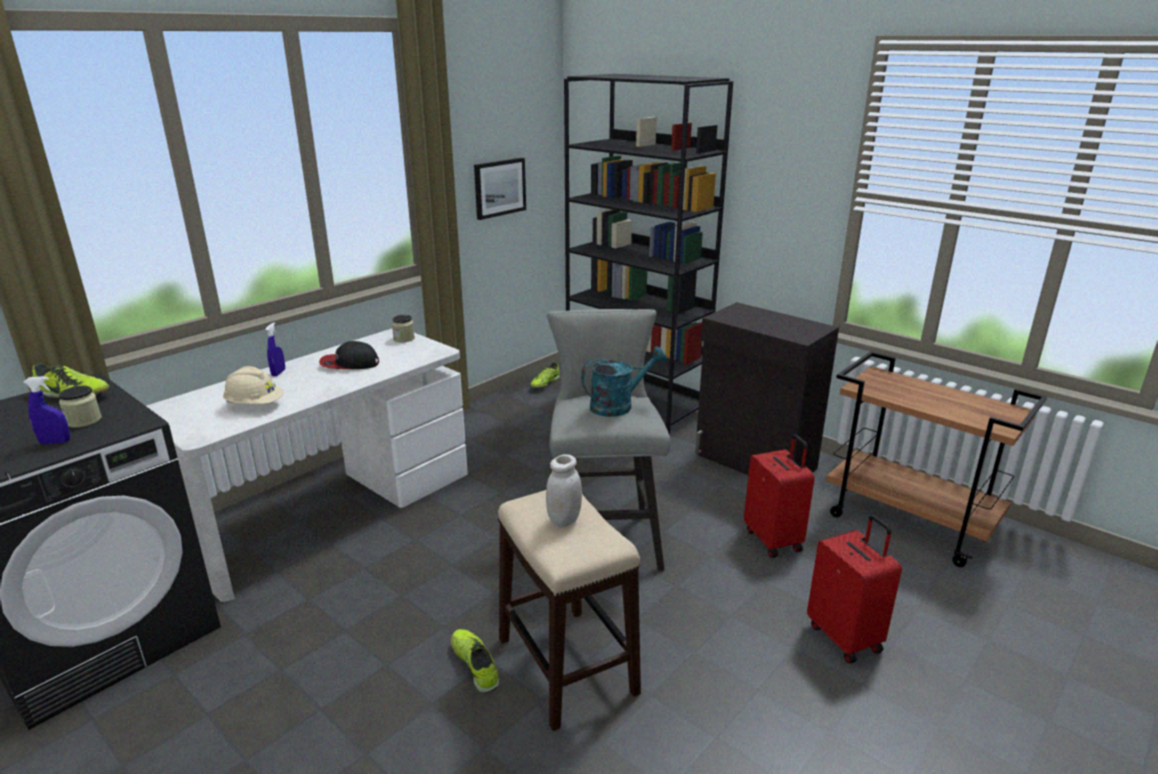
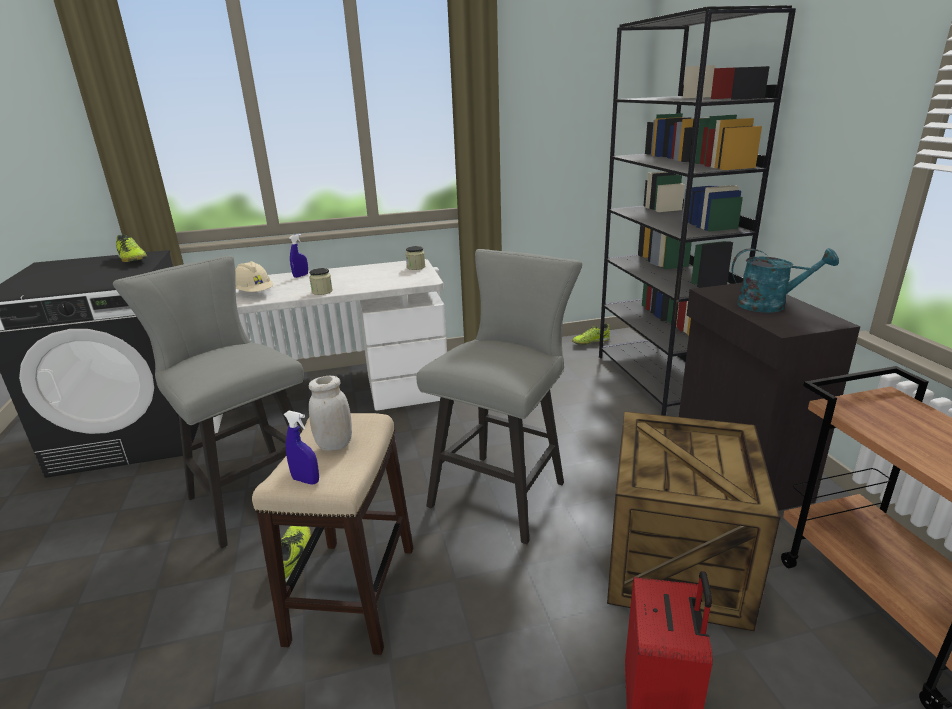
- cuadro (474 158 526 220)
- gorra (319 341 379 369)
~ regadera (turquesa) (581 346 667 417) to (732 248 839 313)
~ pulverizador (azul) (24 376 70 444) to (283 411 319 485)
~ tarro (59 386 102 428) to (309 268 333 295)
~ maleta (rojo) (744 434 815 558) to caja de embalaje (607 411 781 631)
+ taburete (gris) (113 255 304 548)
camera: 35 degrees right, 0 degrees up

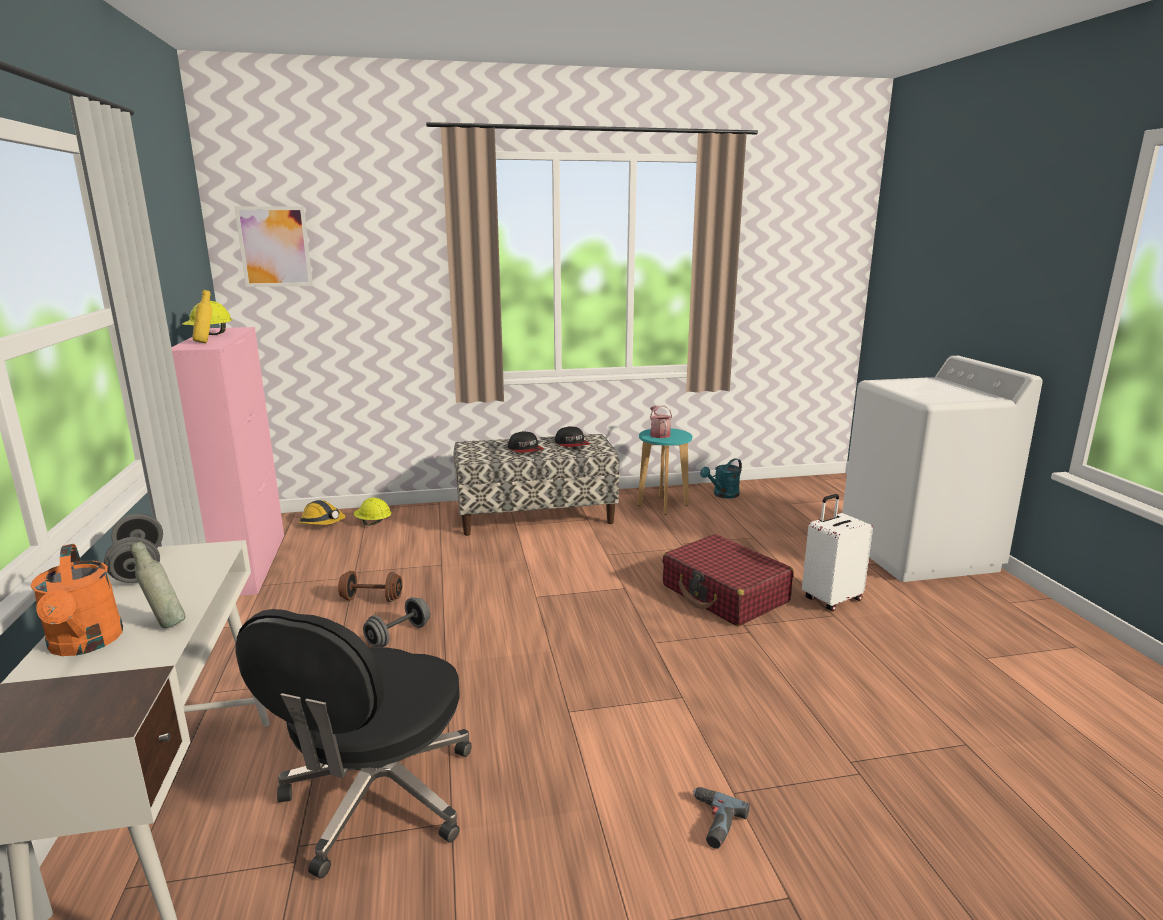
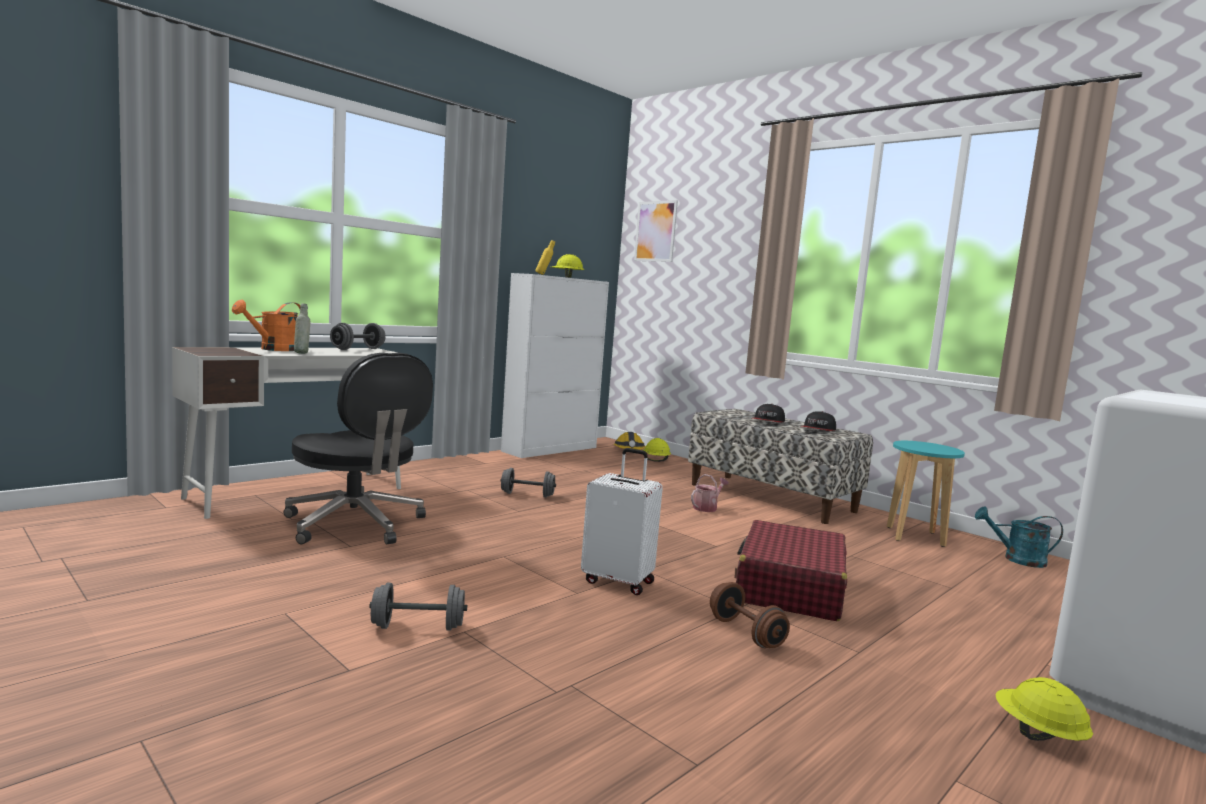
~ armario (rosa) (171 327 284 596) to armario (blanco) (501 273 609 458)
~ regadera (650 406 672 438) to (691 474 729 512)
~ maleta (blanco) (802 494 873 611) to (581 448 663 595)
~ mancuerna (marrón) (338 571 402 602) to (710 582 790 648)
~ silla de oficina (negro) (235 609 472 879) = (284 353 433 545) 120 degrees counterclockwise
~ taladro (693 787 750 849) to mancuerna (gris) (369 583 467 631)
+ casco (amarillo) (996 677 1093 741)
camera: 55 degrees right, 10 degrees down

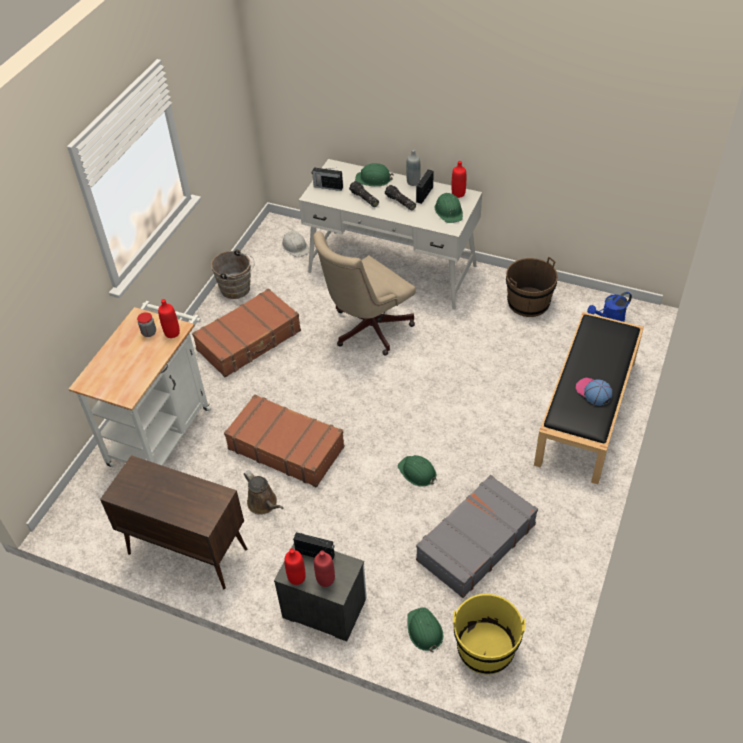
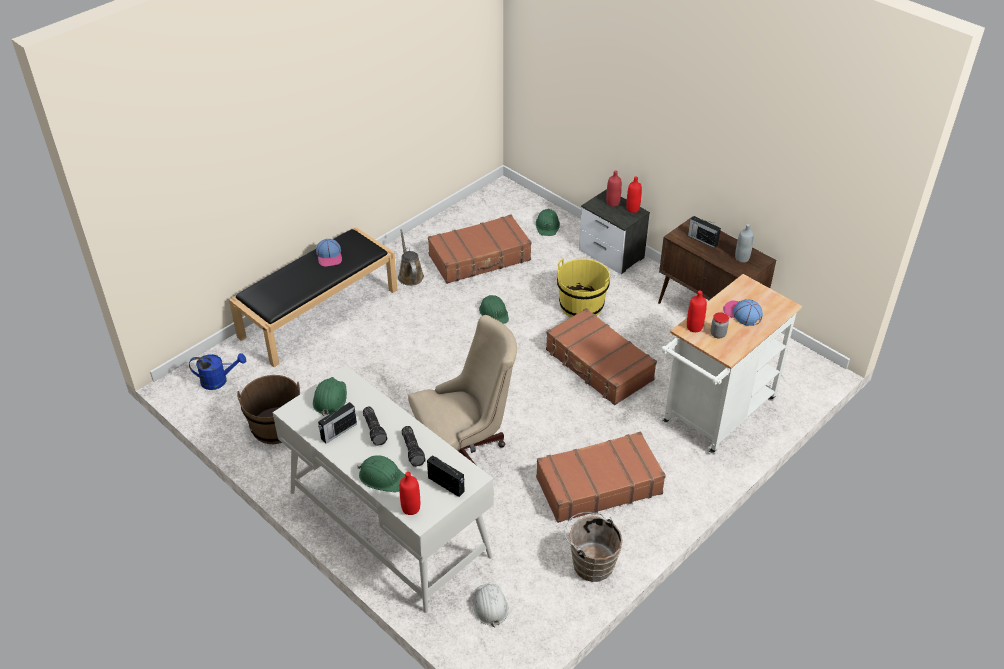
~ botella (gris) (406 149 421 186) to (735 224 754 263)
~ botella (rojo) (452 161 466 198) to (399 472 420 515)
~ regadera (marrón) (244 470 283 515) to (398 229 424 286)
~ maleta (gris) (416 475 538 598) to maleta (marrón) (428 215 531 284)
~ radio (293 532 335 560) to (688 216 721 248)
~ cubo (amarillo) (453 594 526 674) to (557 258 610 317)
+ gorra (723 299 763 326)
camera: 160 degrees left, 5 degrees down

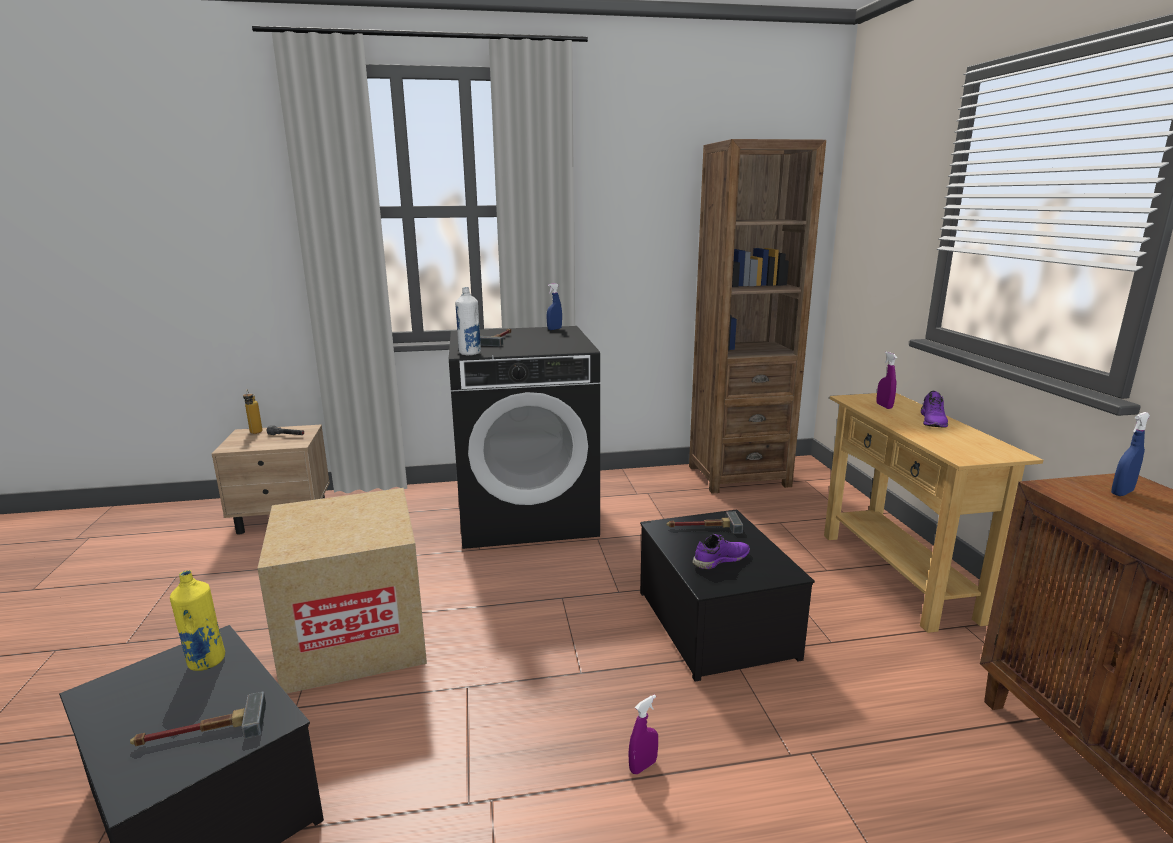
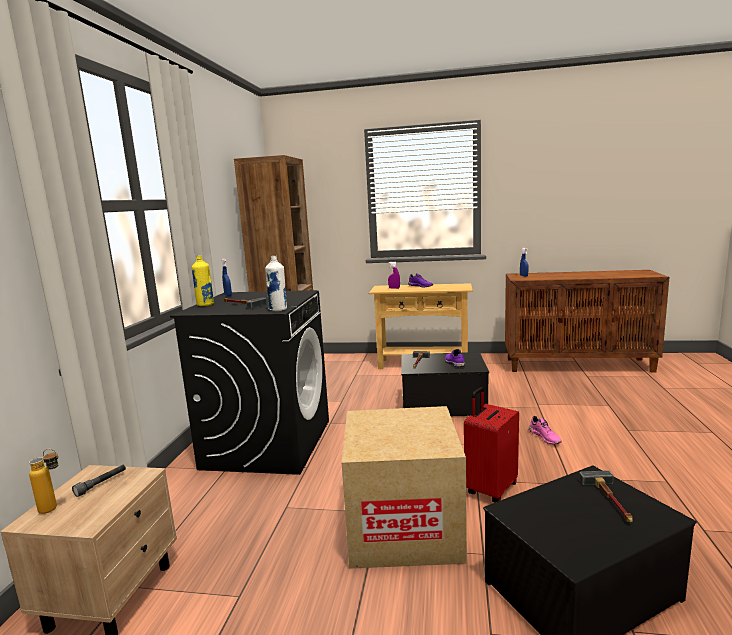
~ botella (amarillo) (170 570 225 671) to (192 255 214 306)
~ pulverizador (morado) (628 694 658 774) to zapato (rosa) (529 416 561 444)
+ maleta (rojo) (464 387 519 502)
camera: 70 degrees left, 5 degrees down

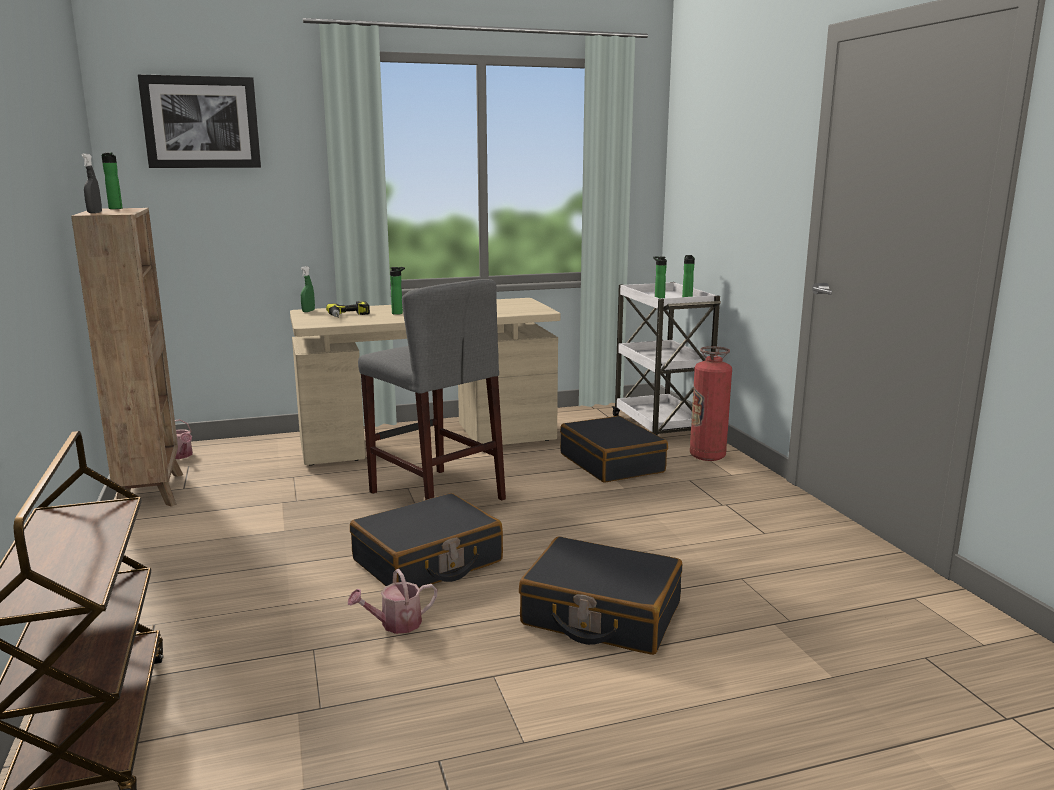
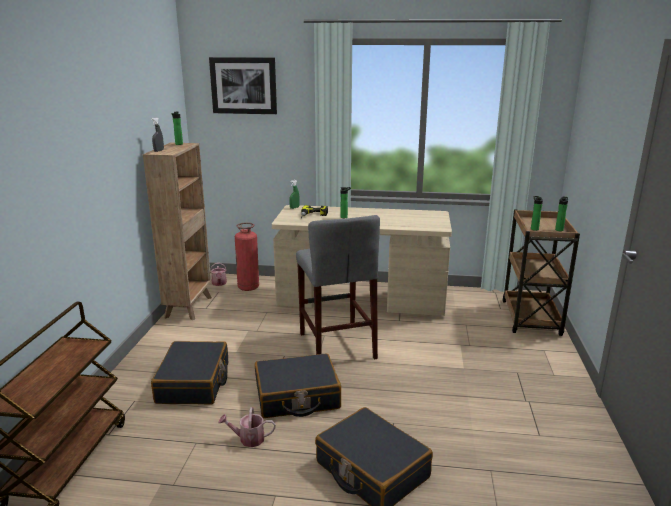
~ carrito (blanco) (612 282 721 435) to carrito (marrón) (502 209 580 336)
~ extintor (690 346 732 461) to (235 222 259 291)
~ maleta (negro) (560 416 668 483) to (151 341 228 405)
camera: 25 degrees right, 5 degrees up

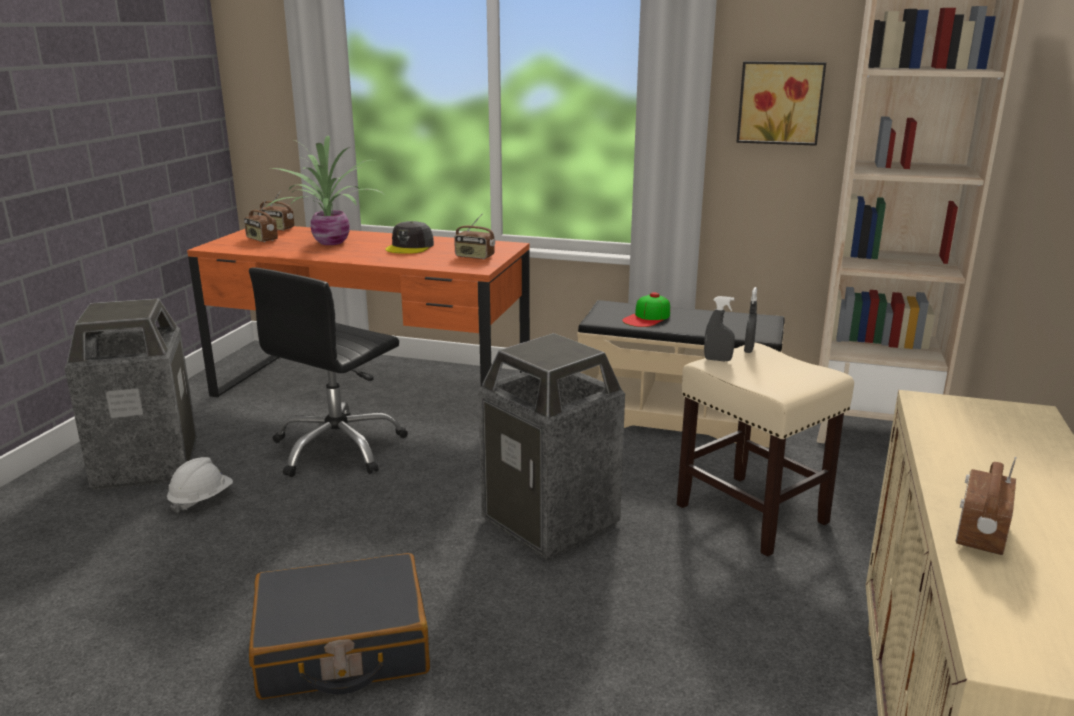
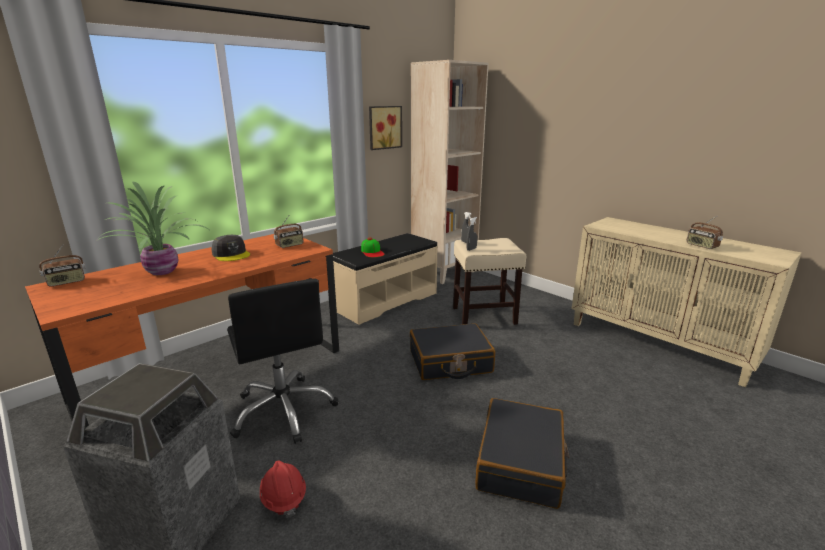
- radio (244 199 278 242)
~ papelera (478 333 625 561) to maleta (negro) (410 323 495 380)
~ casco (blanco) (167 457 233 513) to casco (rojo) (260 460 306 518)
camera: 60 degrees left, 0 degrees up

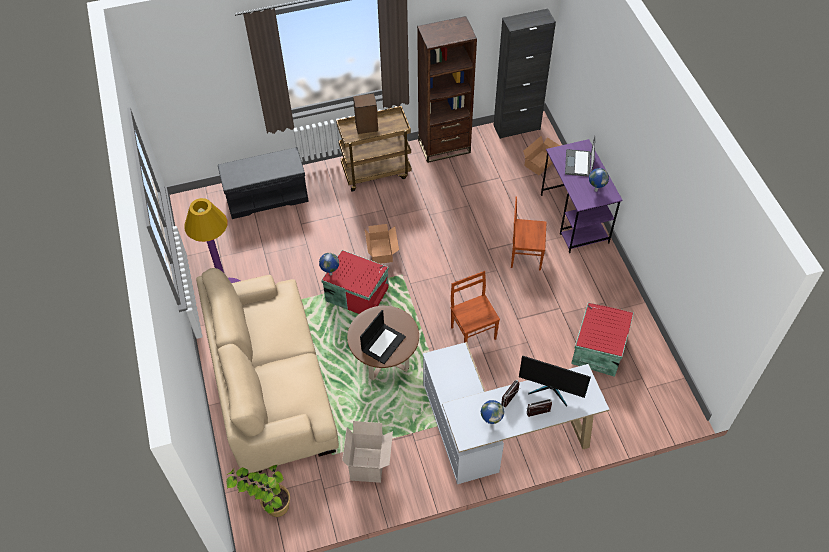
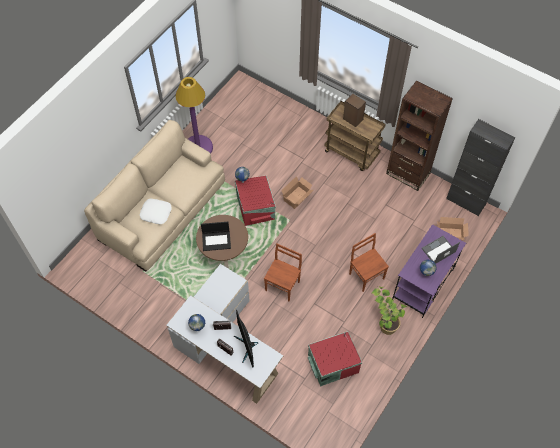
- banco (gris) (218 147 309 219)
- caja de cartón (342 421 393 483)
~ planta en maceta (226 465 290 517) to (372 286 407 335)
+ cojín (blanco) (140 198 171 224)
camera: 50 degrees right, 5 degrees up

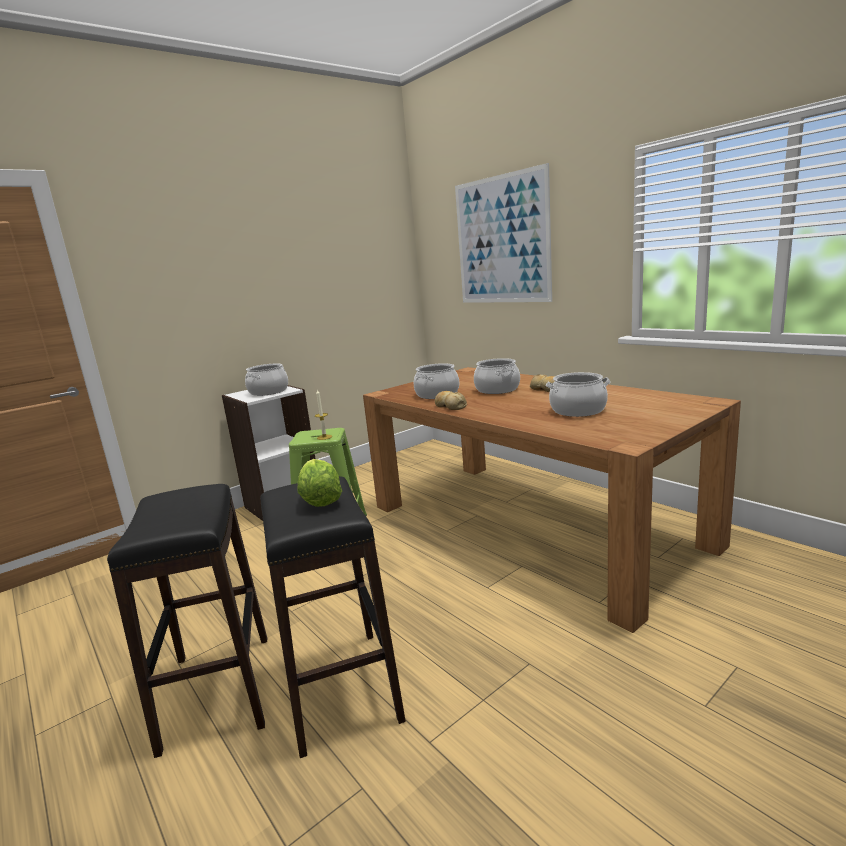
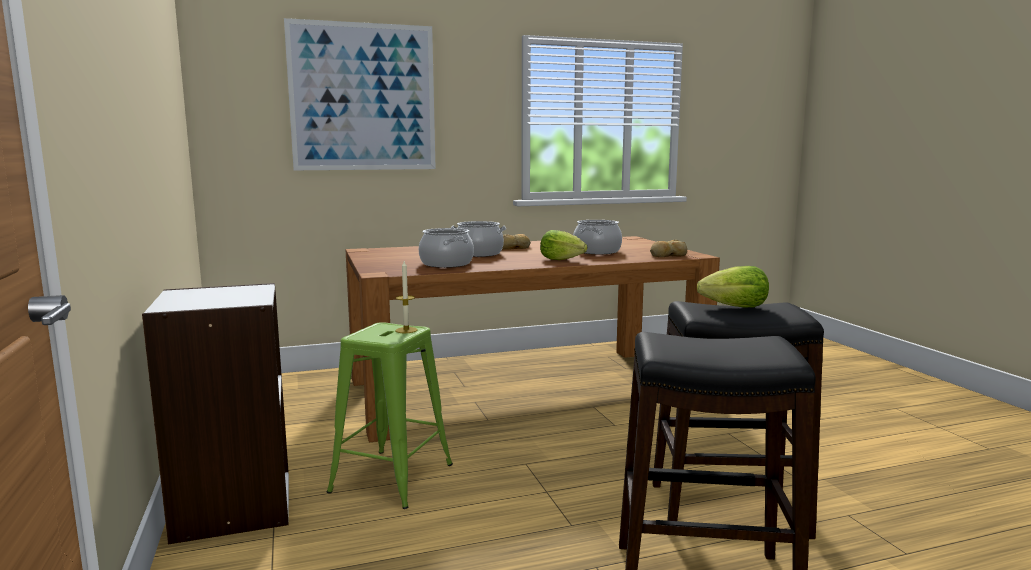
- olla (245 363 288 396)
~ pan (435 391 467 410) to (650 240 687 257)
+ lechuga (540 230 587 260)
camera: 70 degrees left, 5 degrees down

